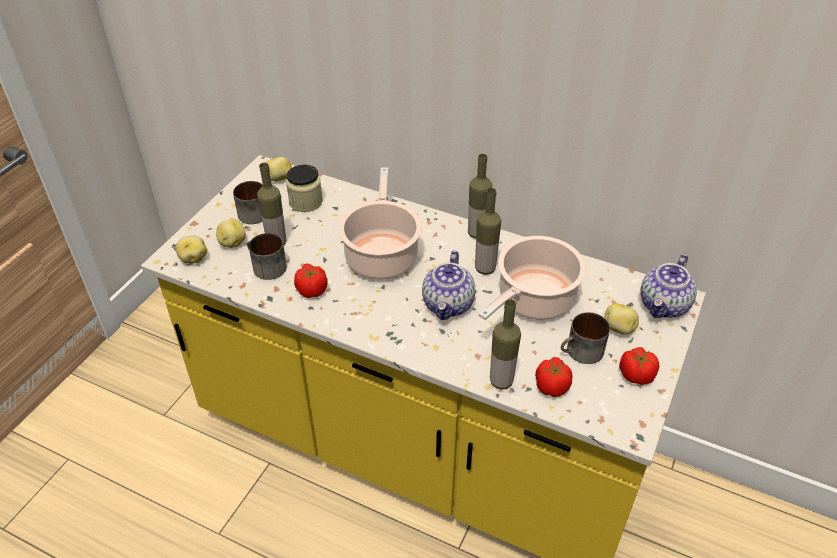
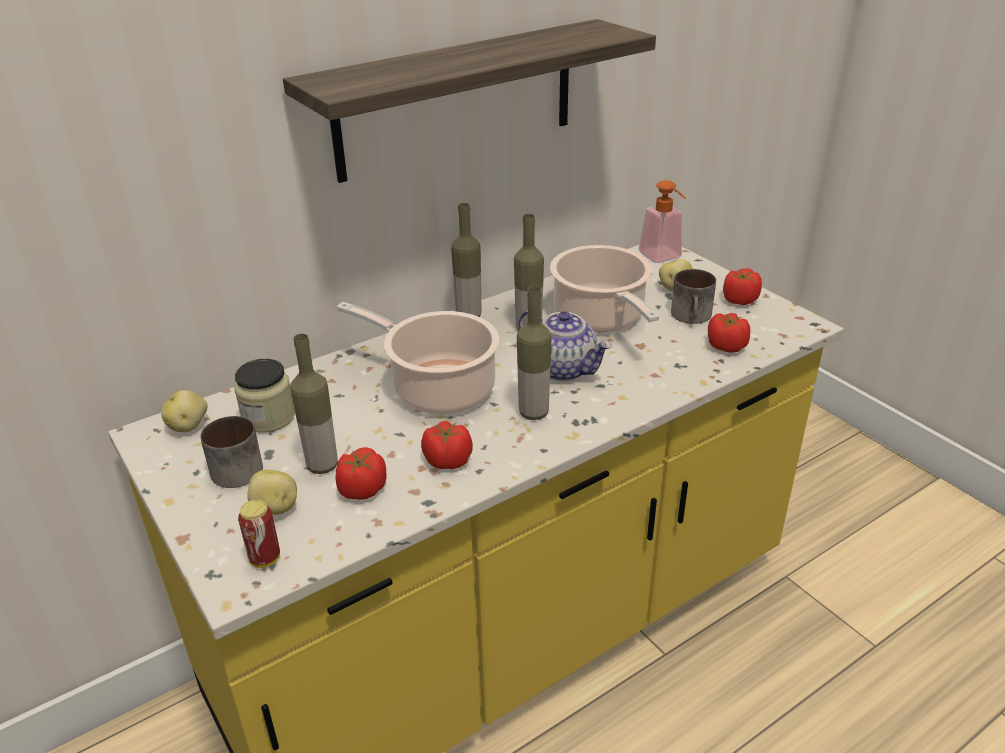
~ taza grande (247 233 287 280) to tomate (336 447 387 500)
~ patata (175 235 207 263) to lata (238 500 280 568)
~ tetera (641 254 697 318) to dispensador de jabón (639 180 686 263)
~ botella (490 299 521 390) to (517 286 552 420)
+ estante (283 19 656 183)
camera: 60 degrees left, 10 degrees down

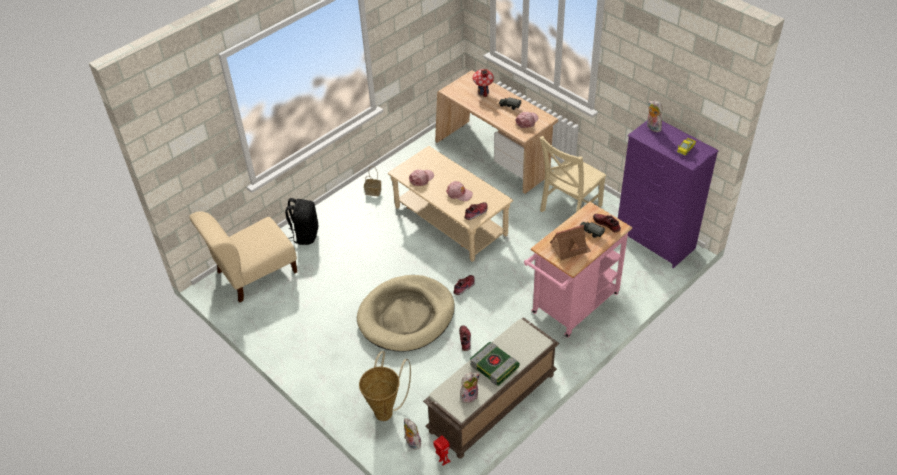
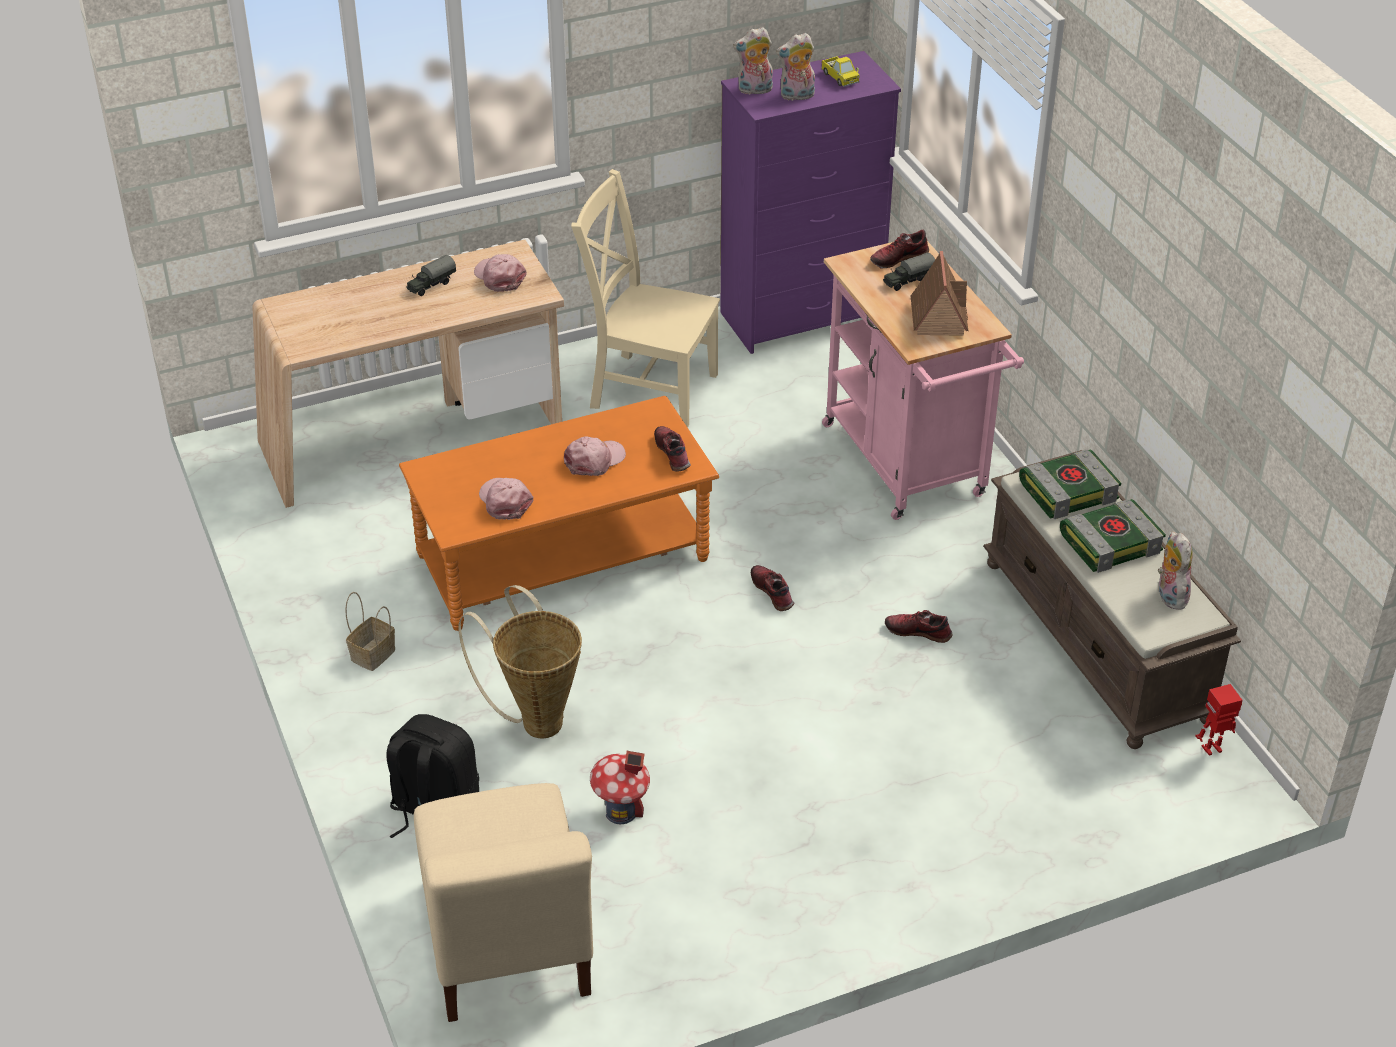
~ casita (472 69 494 97) to (590 751 650 824)
~ silla (beis) (539 136 607 212) = (571 169 720 428) 135 degrees clockwise
~ mesa de centro (beis) (388 146 513 262) to mesa de centro (naranja) (399 396 719 631)
- cama para perro (beis) (357 275 455 352)
~ cesta (359 351 411 421) to (458 585 582 738)
~ peluche (404 418 421 450) to (776 33 815 101)
+ libro (1019 450 1121 519)
camera: 70 degrees left, 5 degrees down

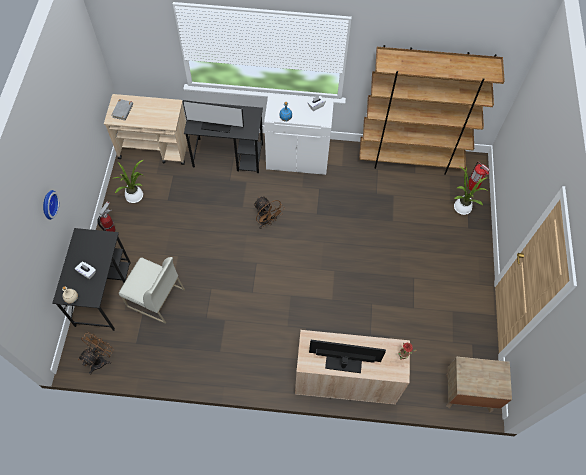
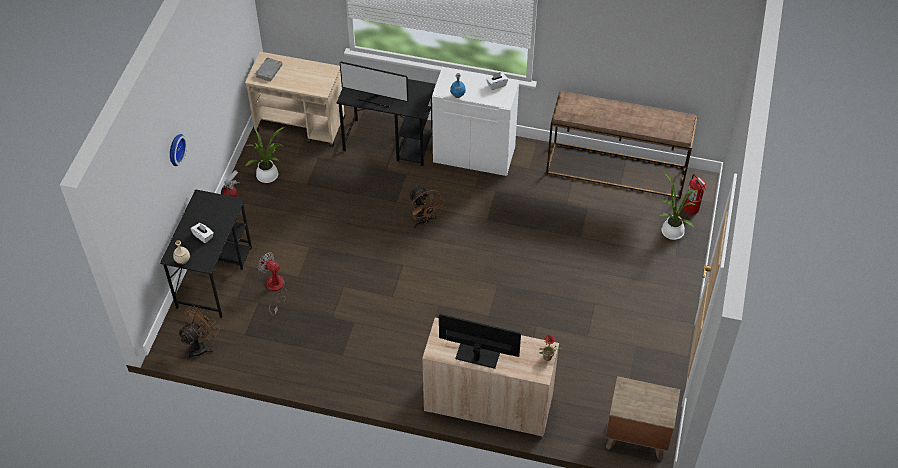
~ estantería (marrón) (359 45 505 175) to mesa consola (marrón) (546 91 698 199)
~ silla (blanco) (119 257 185 324) to ventilador (258 252 286 316)
camera: 10 degrees right, 10 degrees down

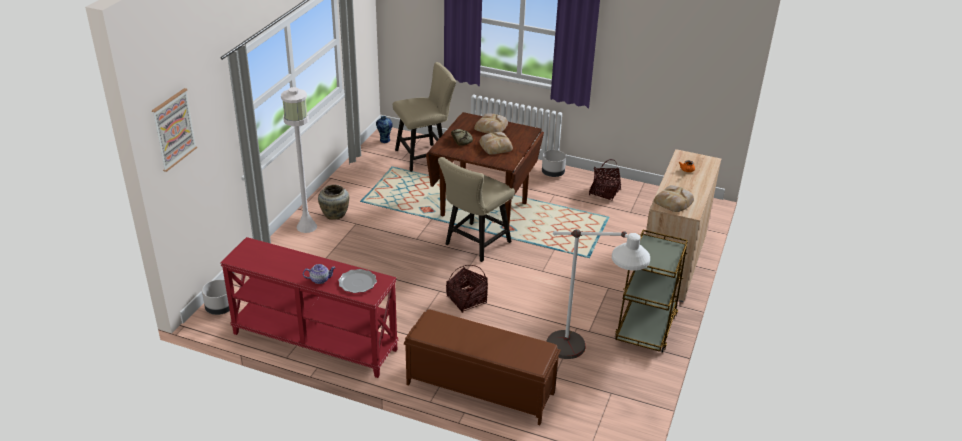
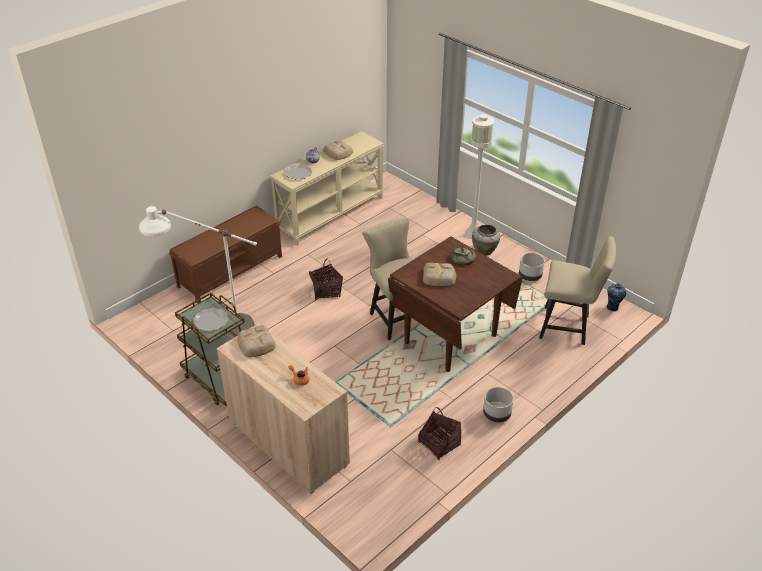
~ silla (beis) (393 62 456 172) = (539 236 616 345) 75 degrees counterclockwise
- cuadro (152 88 197 172)
~ pan (474 113 508 134) to (323 140 353 160)
~ mesa consola (rojo) (220 237 398 378) to mesa consola (beis) (270 132 384 246)
~ maceta (gris) (202 280 230 315) to (519 253 545 281)
+ plato (193 308 228 331)
camera: 115 degrees right, 5 degrees up

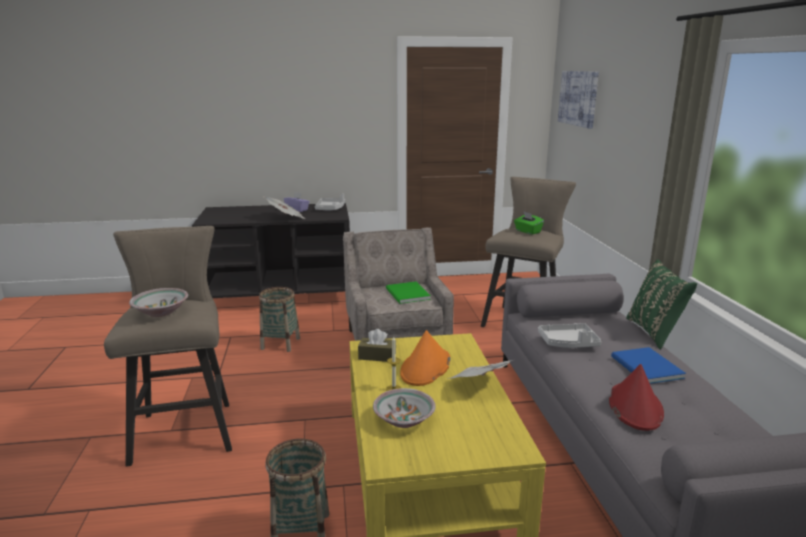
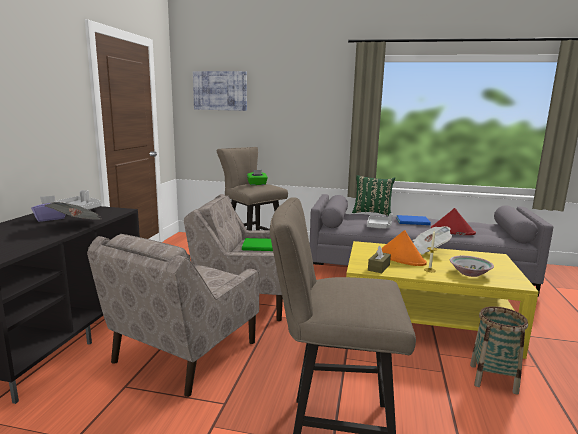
~ cesta (259 287 300 352) to sillón (beis) (87 234 259 397)
- cuenco (129 288 188 317)
camera: 70 degrees left, 5 degrees down

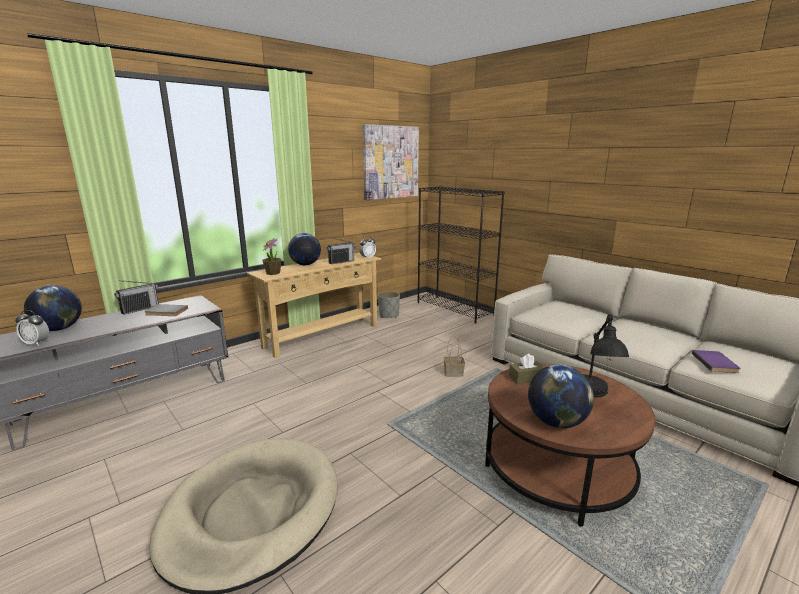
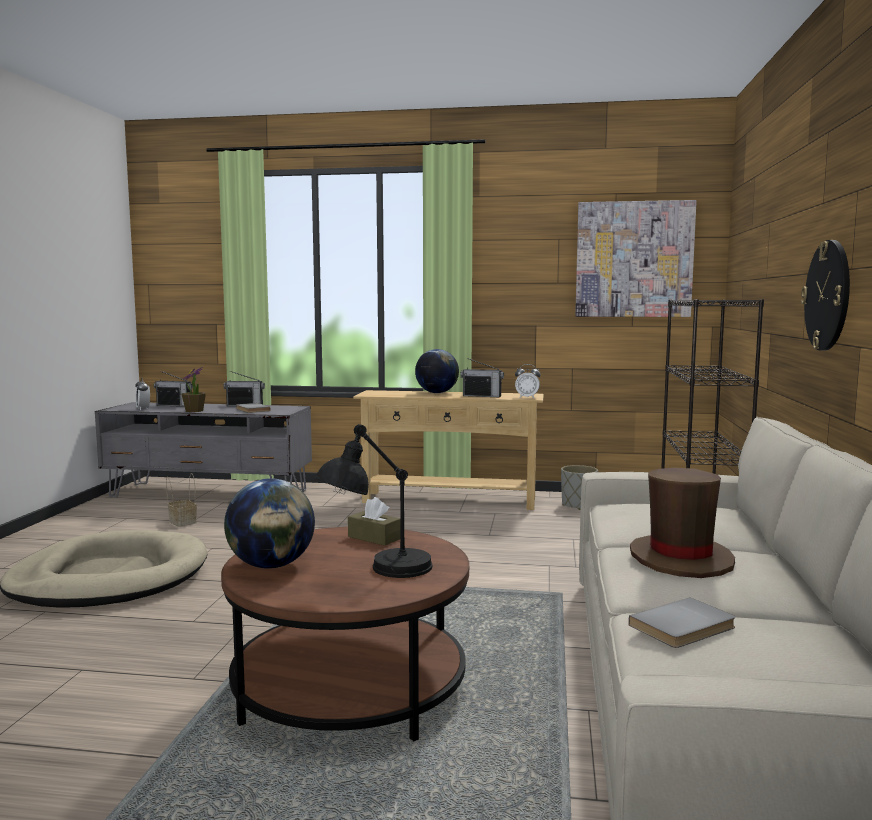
~ planta en maceta (262 238 282 275) to (182 367 206 412)
~ globo terráqueo (24 285 82 331) to radio (154 371 193 407)
~ cesta (444 336 465 377) to (166 473 197 527)
~ libro (morado) (692 350 741 373) to libro (gris) (628 597 736 648)
+ reloj de pared (801 240 850 351)
+ sombrero (marrón) (630 468 735 578)
camera: 50 degrees right, 10 degrees down

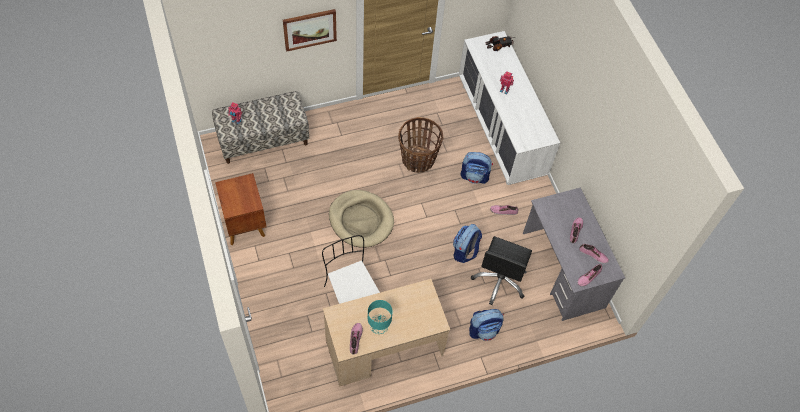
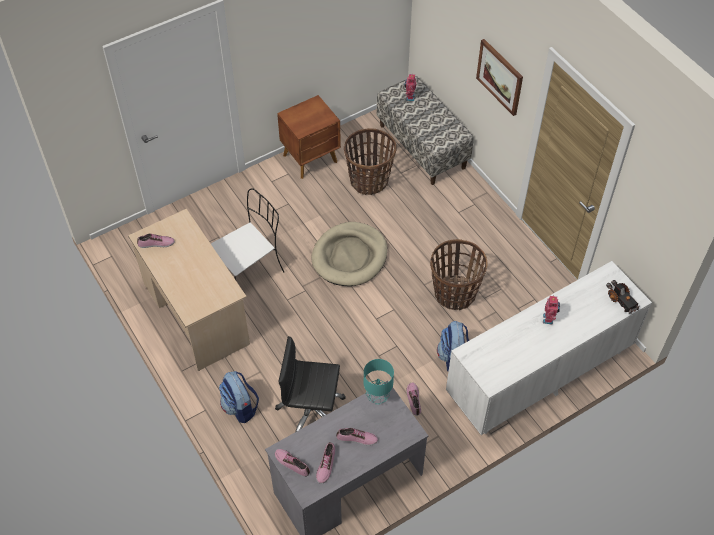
- mochila (453 224 482 263)
~ lámpara de mesa (turquesa) (368 300 393 334) to (364 359 394 404)
+ cesta (344 128 397 195)
camera: 80 degrees right, 5 degrees down

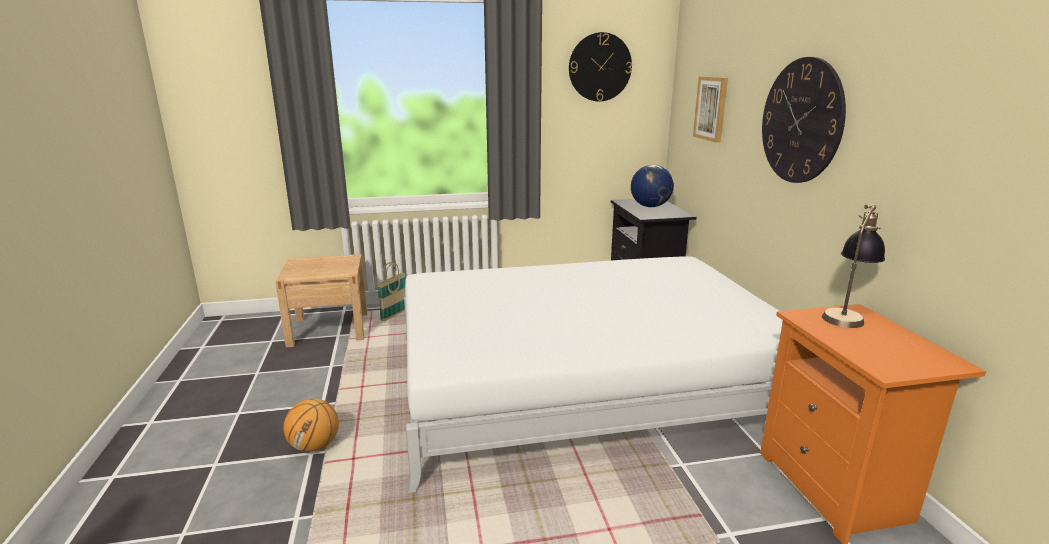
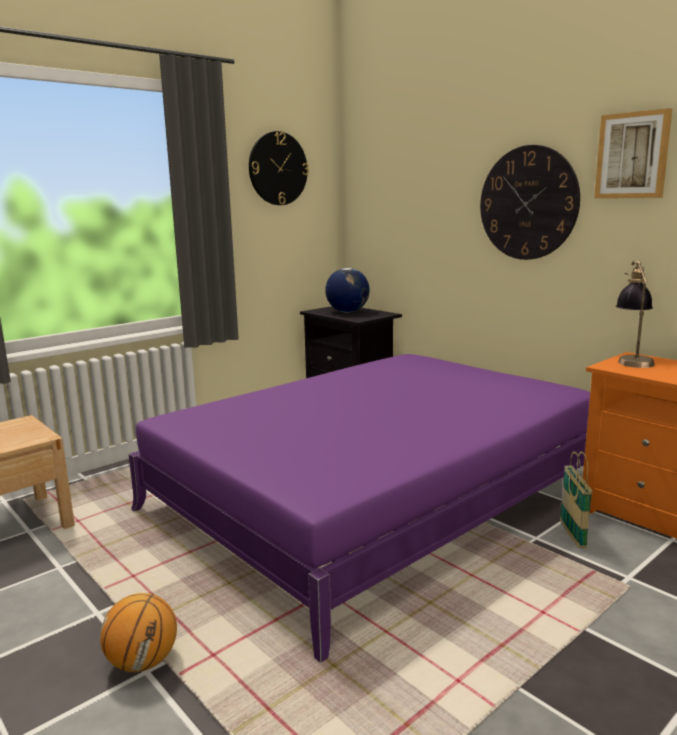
~ cuadro (693 76 728 143) to (594 108 672 198)
~ cama (blanco) (404 256 783 493) to cama (morado) (129 354 590 663)
~ cesta (377 262 406 321) to (560 451 592 548)
camera: 30 degrees left, 5 degrees down

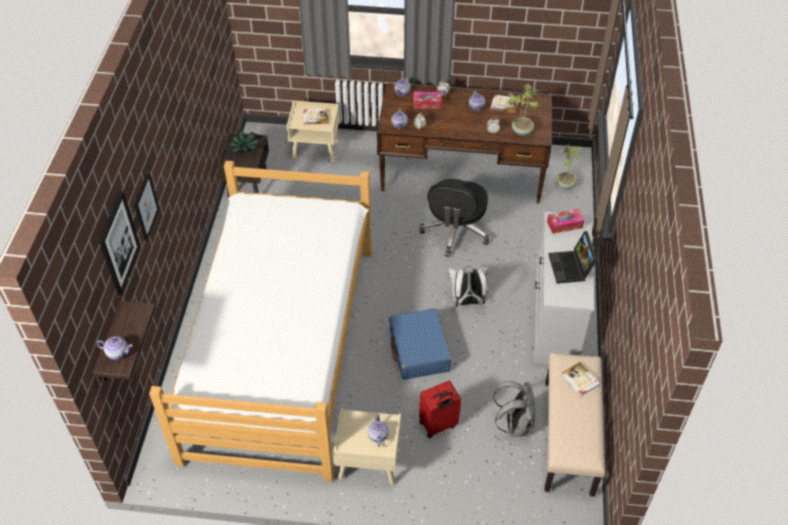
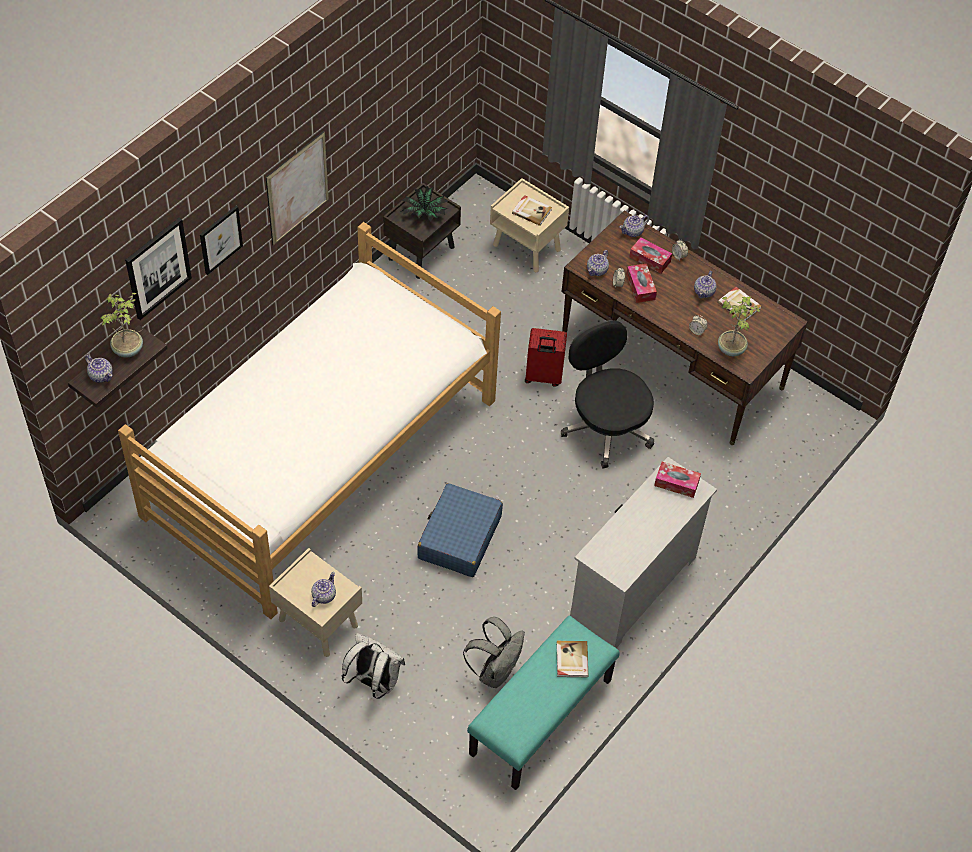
~ planta en maceta (556 144 585 190) to (100 293 143 357)
~ silla de oficina (negro) (419 179 489 257) = (561 320 654 468) 105 degrees clockwise
- portátil (548 231 597 284)
~ mochila (blanco) (448 266 489 307) to (342 633 405 699)
~ banco (beis) (544 353 605 497) to banco (turquesa) (467 615 620 790)
~ maleta (rojo) (419 381 461 438) to (525 328 567 387)
+ cuadro (266 131 329 246)
+ caja de pañuelos (626 264 657 303)
camera: 30 degrees right, 5 degrees up

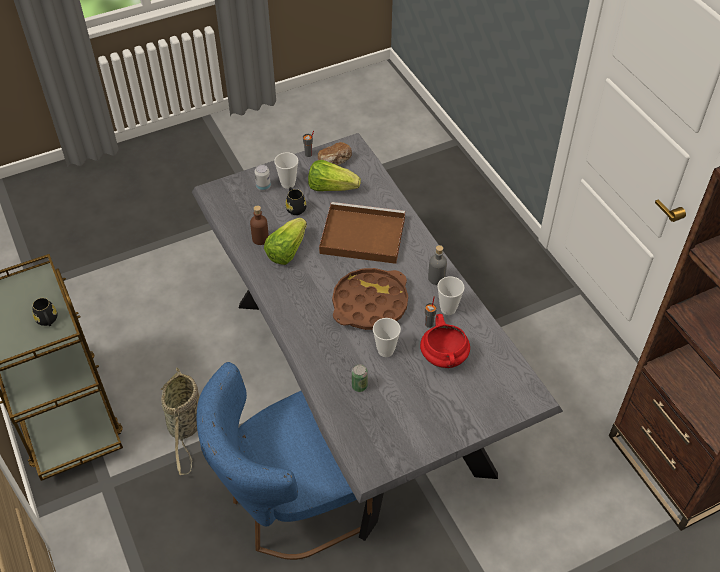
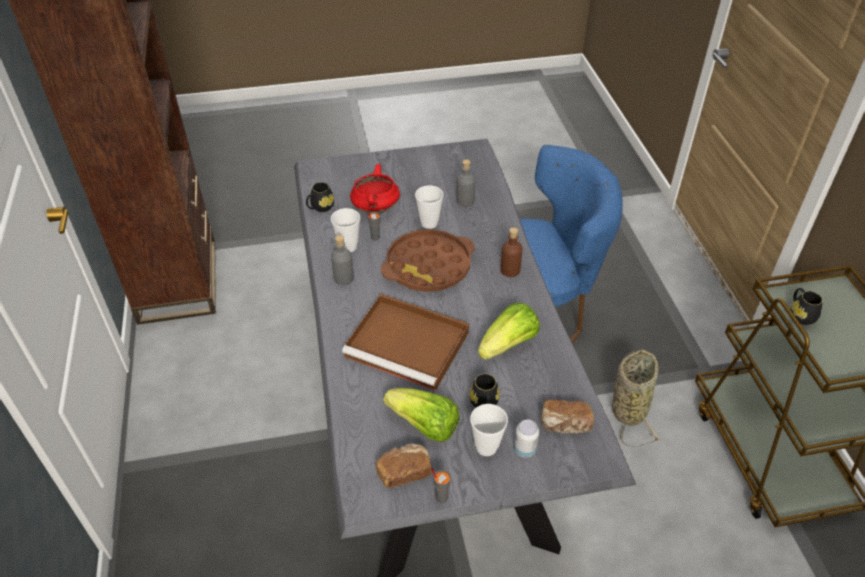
~ botella (marrón) (250 206 269 245) to (500 228 523 277)
~ lata (352 364 368 392) to botella (gris) (456 160 475 207)
+ taza grande (negro) (306 182 334 212)
+ pan (541 399 594 434)
camera: 165 degrees left, 5 degrees down

